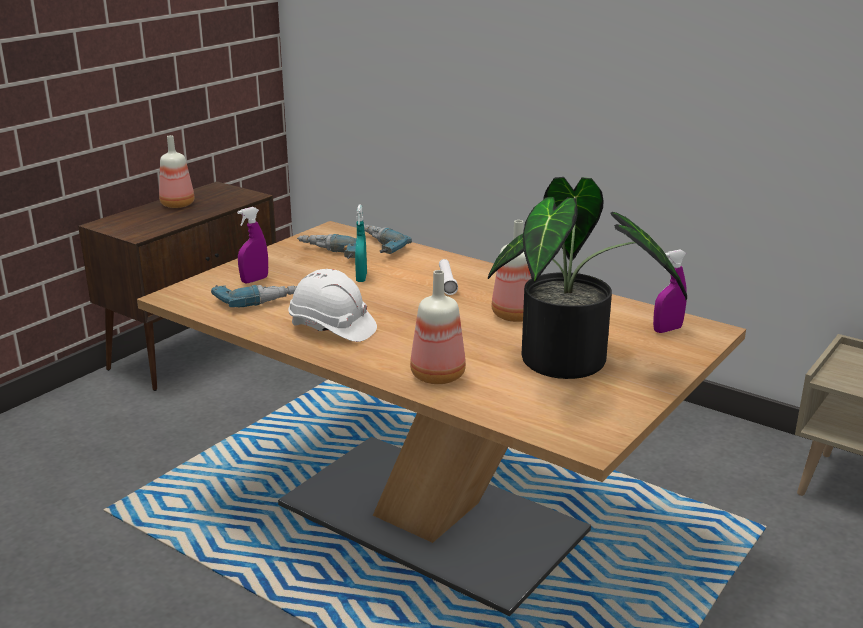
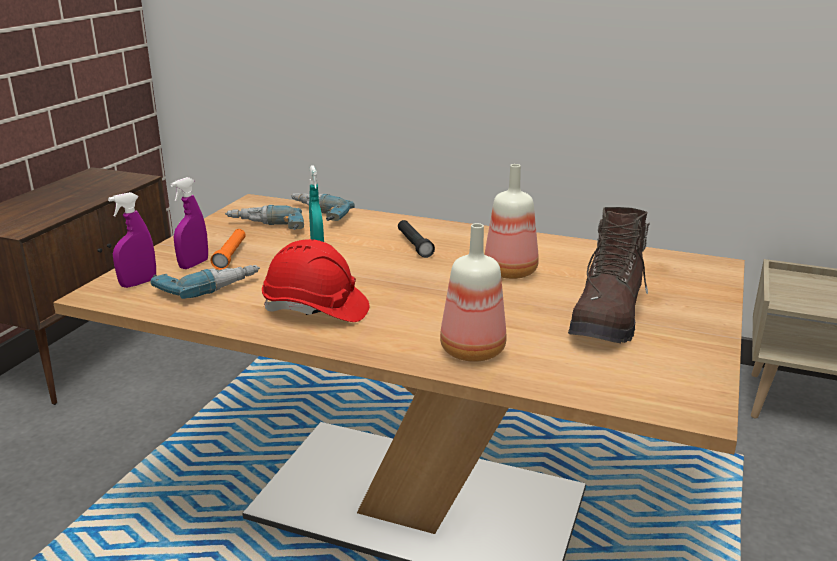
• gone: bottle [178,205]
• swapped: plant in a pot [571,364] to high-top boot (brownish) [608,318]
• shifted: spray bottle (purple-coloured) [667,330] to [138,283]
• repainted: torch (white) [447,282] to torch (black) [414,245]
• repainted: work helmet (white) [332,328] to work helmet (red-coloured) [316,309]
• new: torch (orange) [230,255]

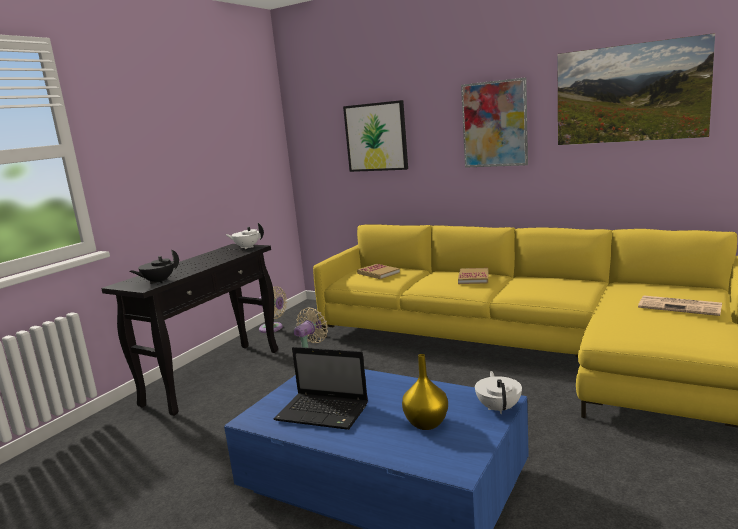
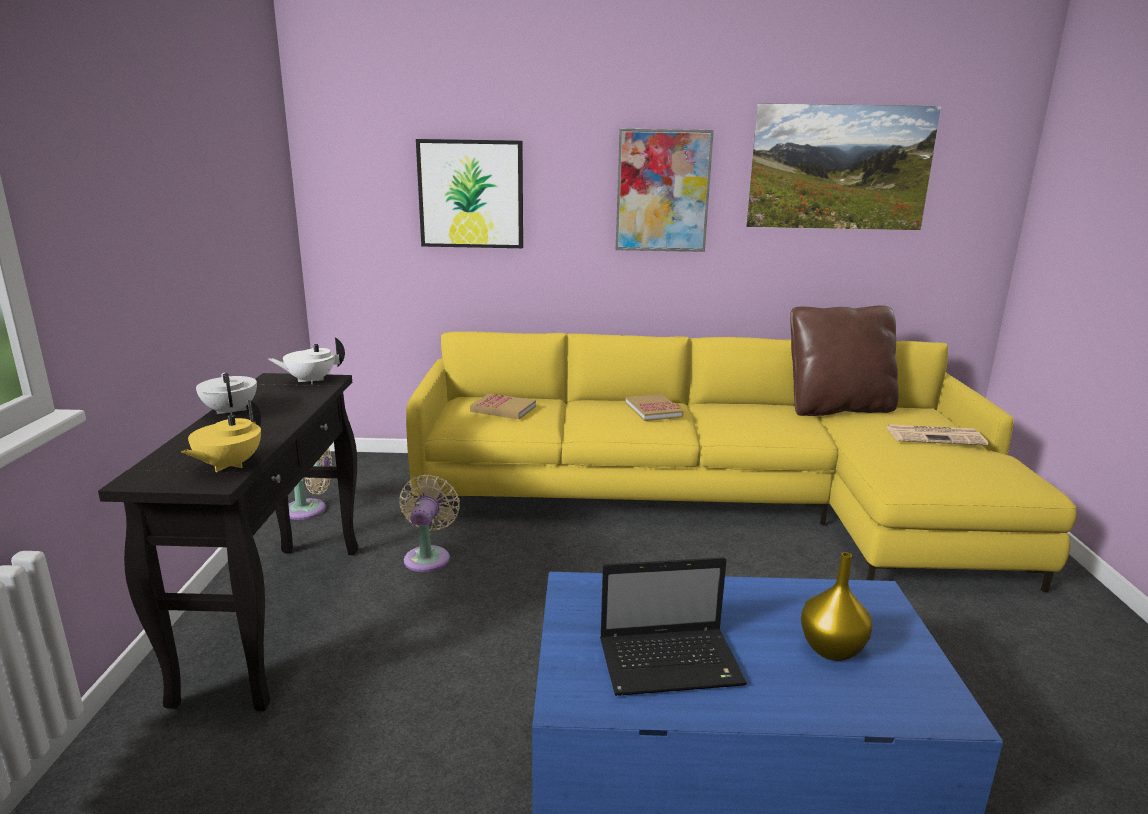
• repainted: teapot (black) [158,281] to teapot (yellowish) [228,465]
• shifted: teapot (white) [499,408] to [231,411]
• new: cushion (brownish) [837,408]

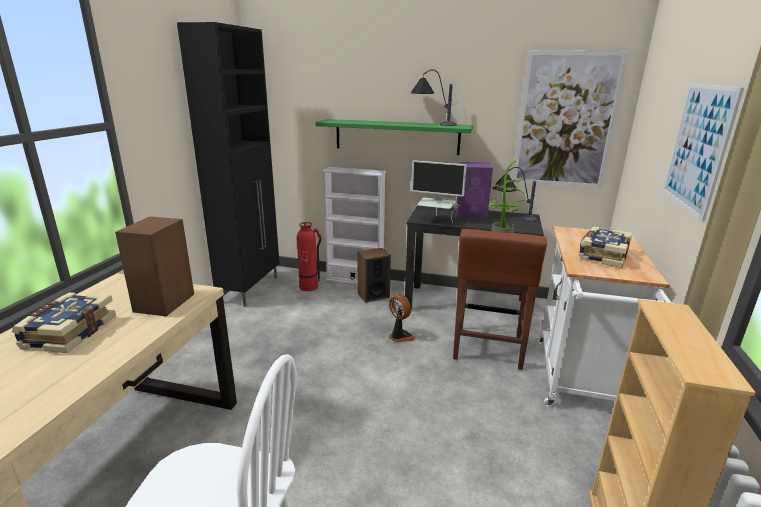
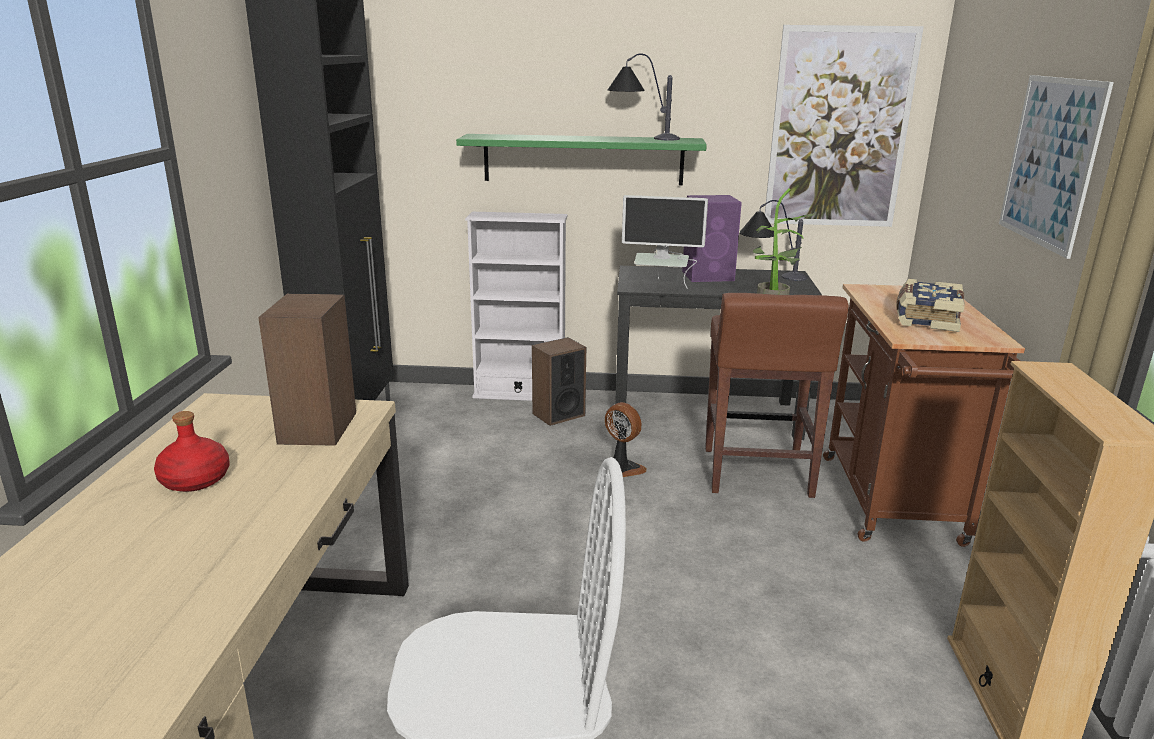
• gone: fire-fighting cylinder [309,287]
• repainted: cart (white) [578,382] to cart (brownish) [895,506]
• swapped: bound book [68,333] to bottle (red-coloured) [196,480]

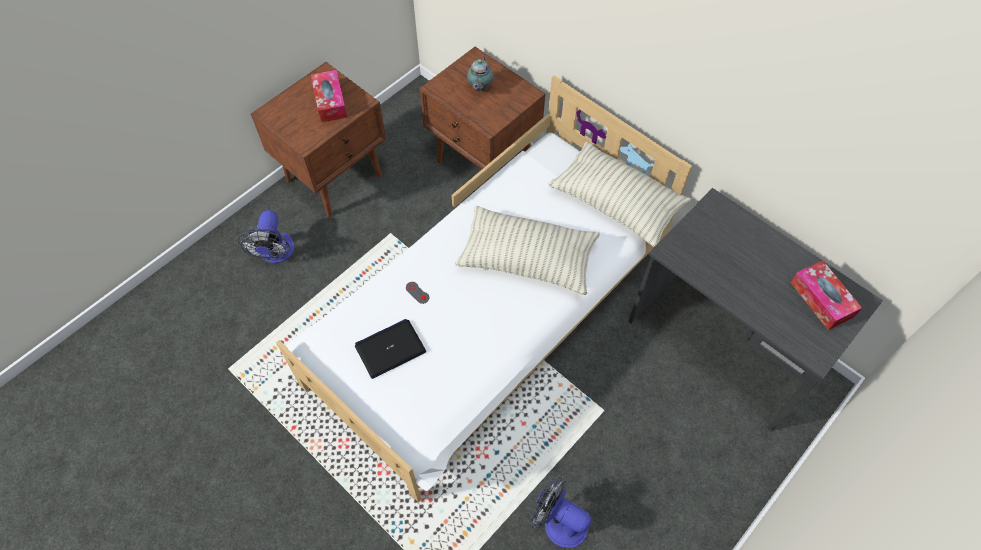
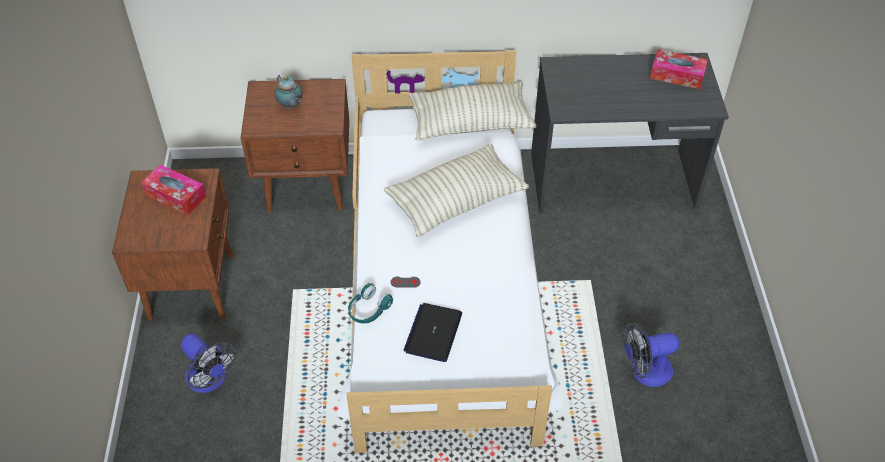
• new: headphones (turquoise) [368,310]

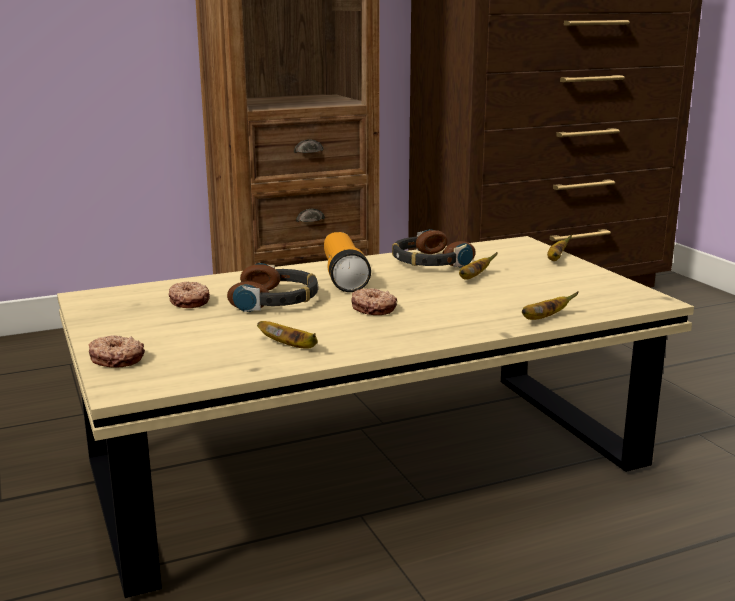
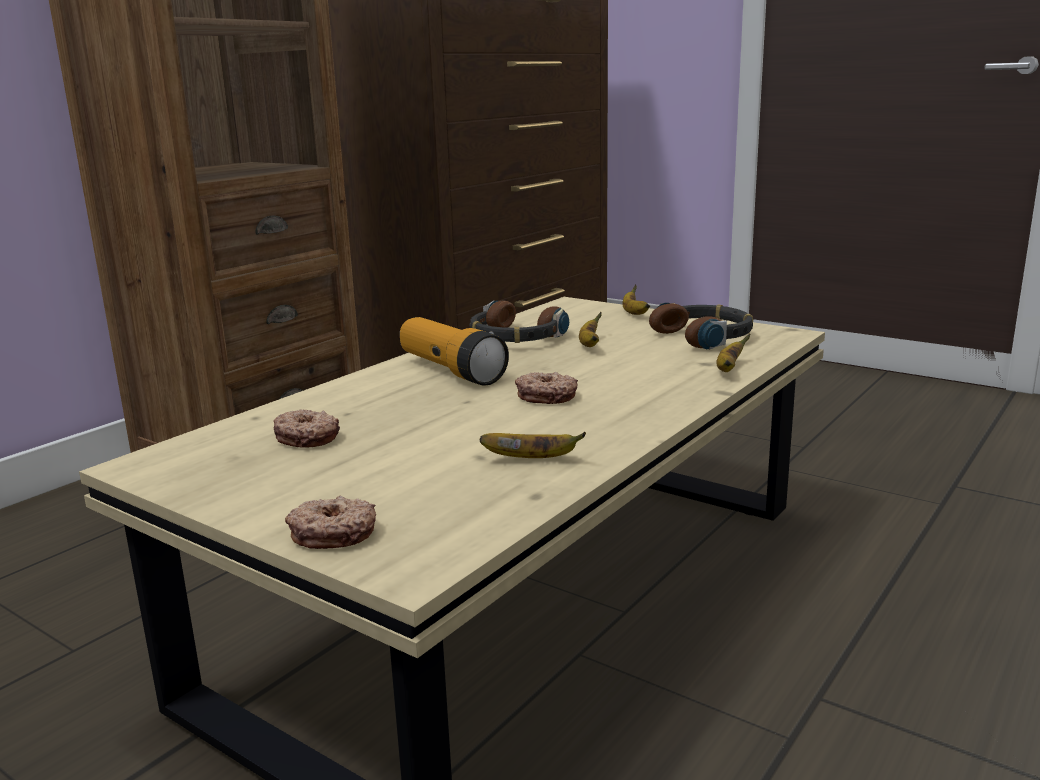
• shifted: headphones [276,300] to [704,336]

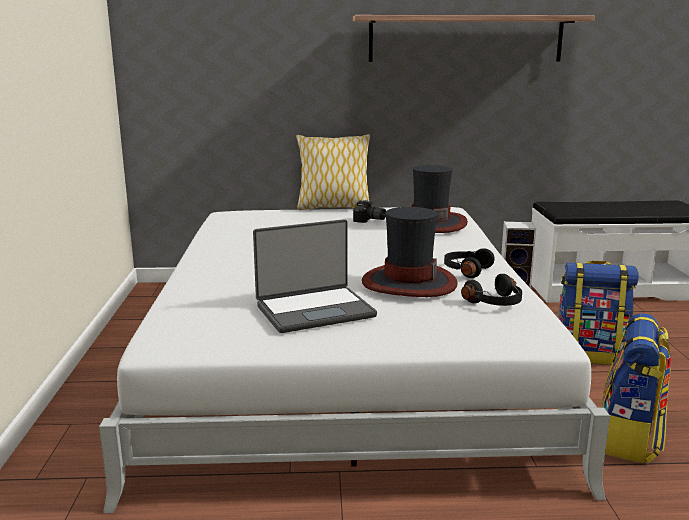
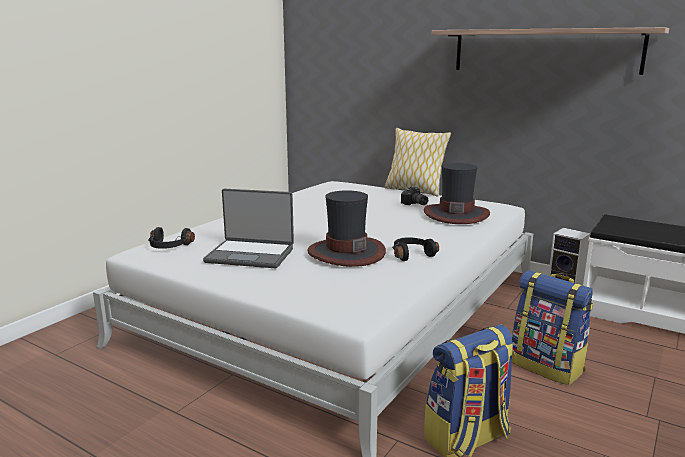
• shifted: headphones (black) [496,303] to [169,247]

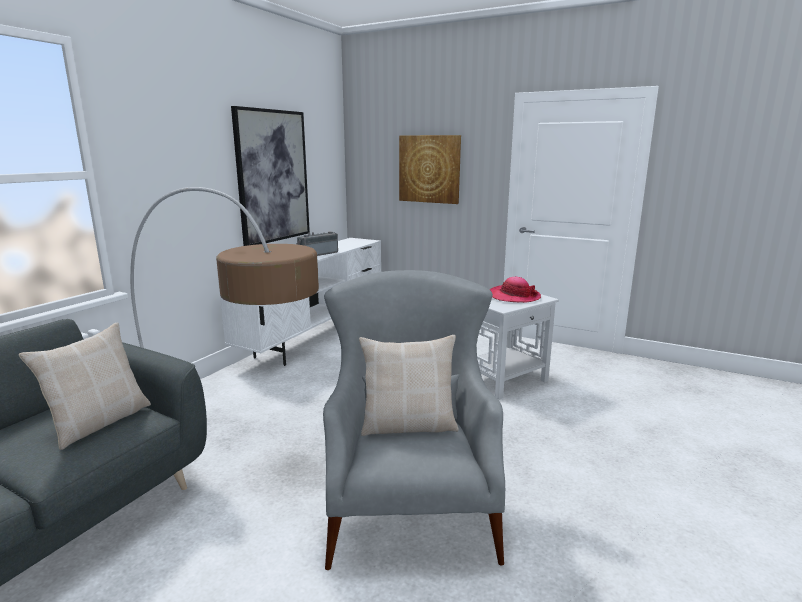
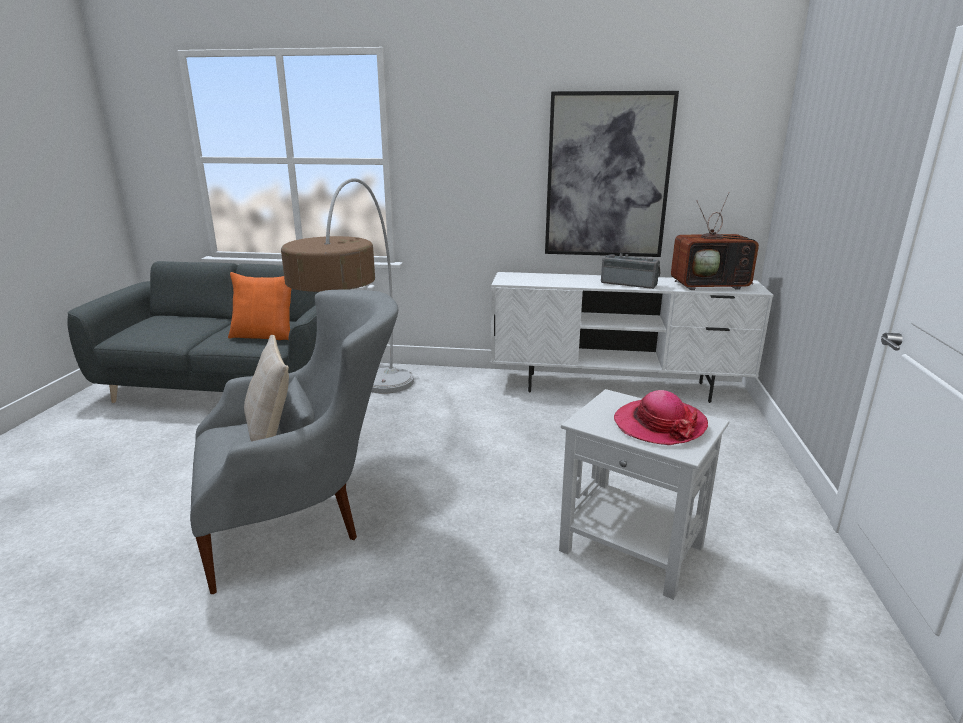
• gone: wall art [429,169]
• repainted: cushion (beige) [99,422] to cushion (orange) [265,336]
• new: TV [710,285]

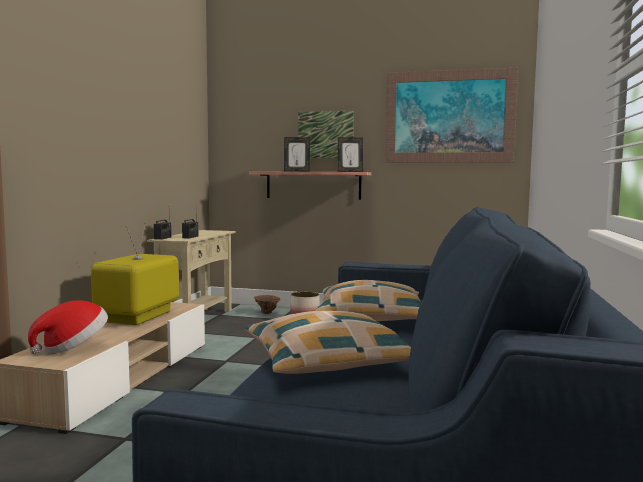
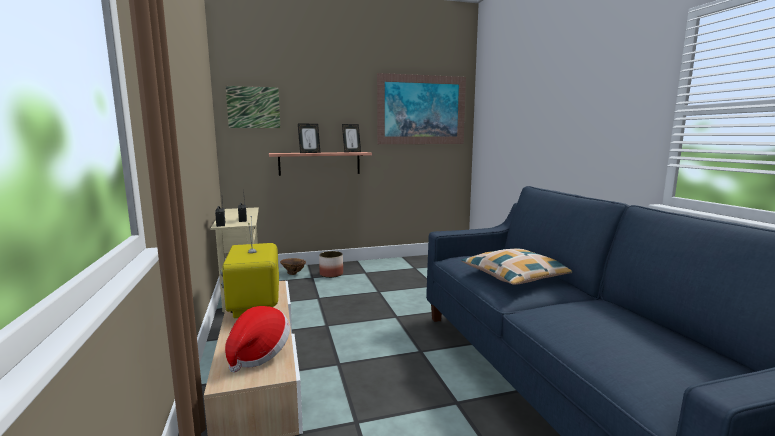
• shifted: wall art [325,134] to [253,107]
• gone: cushion [326,360]

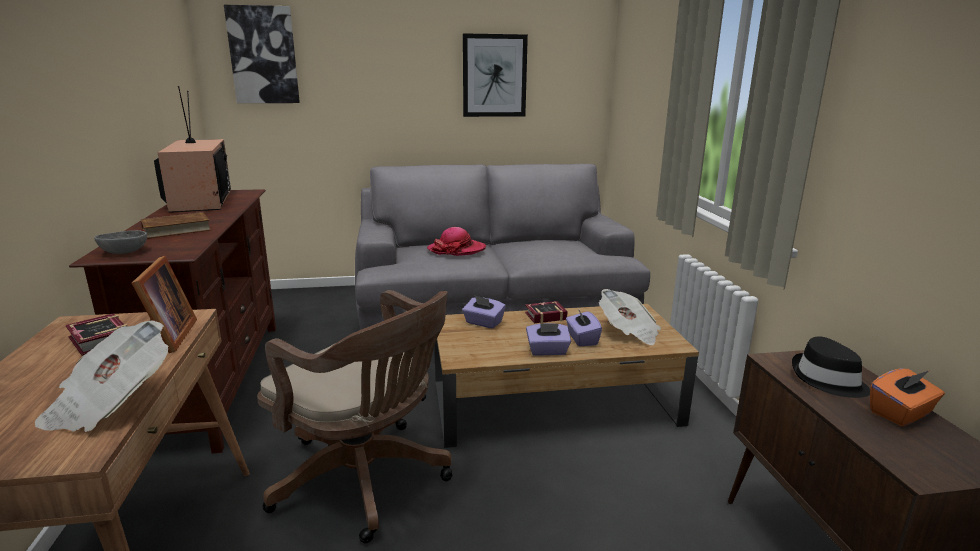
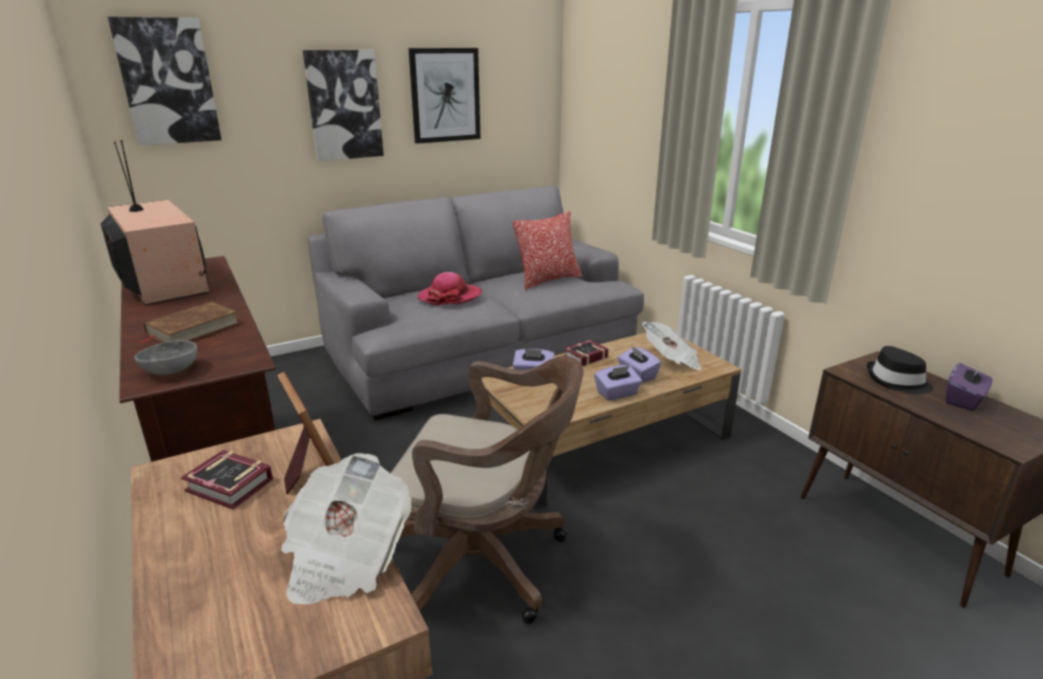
• repainted: box of tissues (orange) [901,413] to box of tissues (purple-coloured) [964,400]
• new: wall art [344,105]
• new: cushion [548,280]

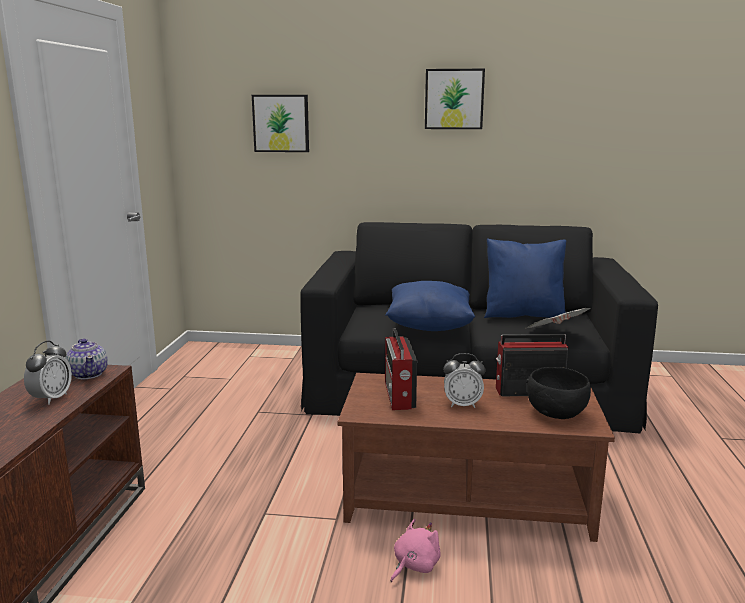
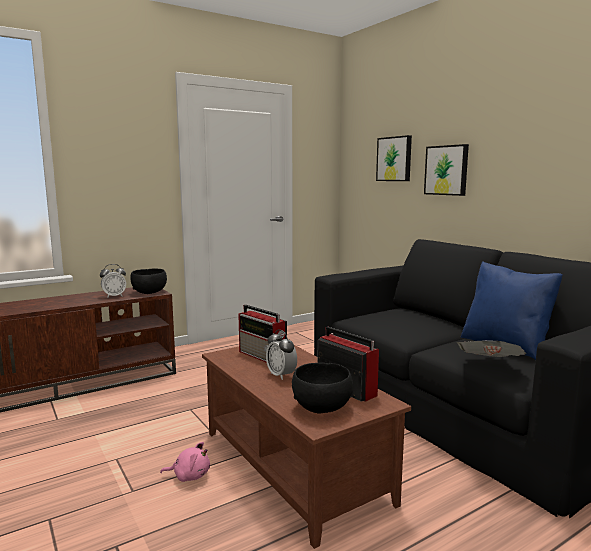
• shifted: wall art [454,99] to [446,170]
• gone: cushion (blue-coloured) [429,327]
• rotated: radio receiver [399,396] = [263,356] 90 degrees counterclockwise
• swapped: teapot [89,374] to deep dish (black) [150,292]

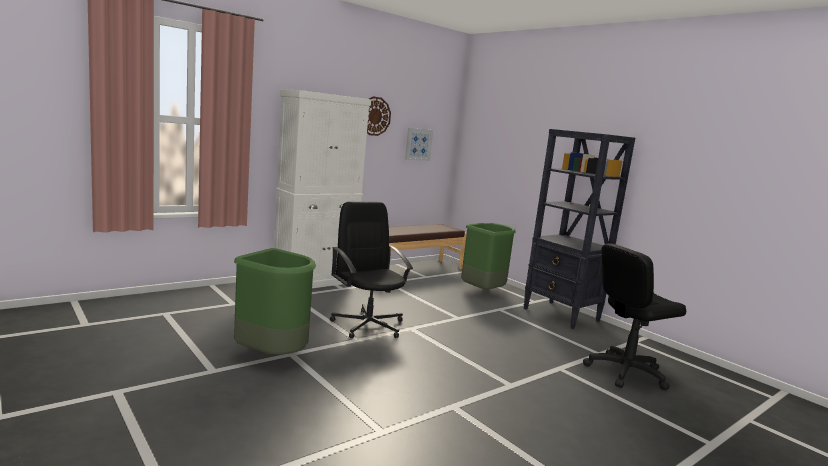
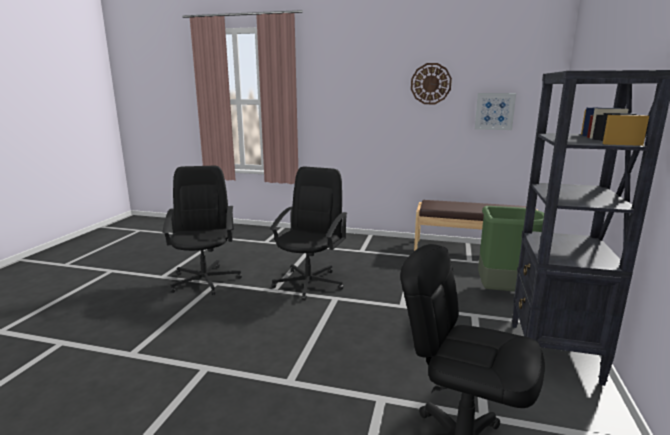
• gone: cupboard (white) [314,281]
• swapped: trash can (greenish) [273,355] to computer chair (black) [205,280]

